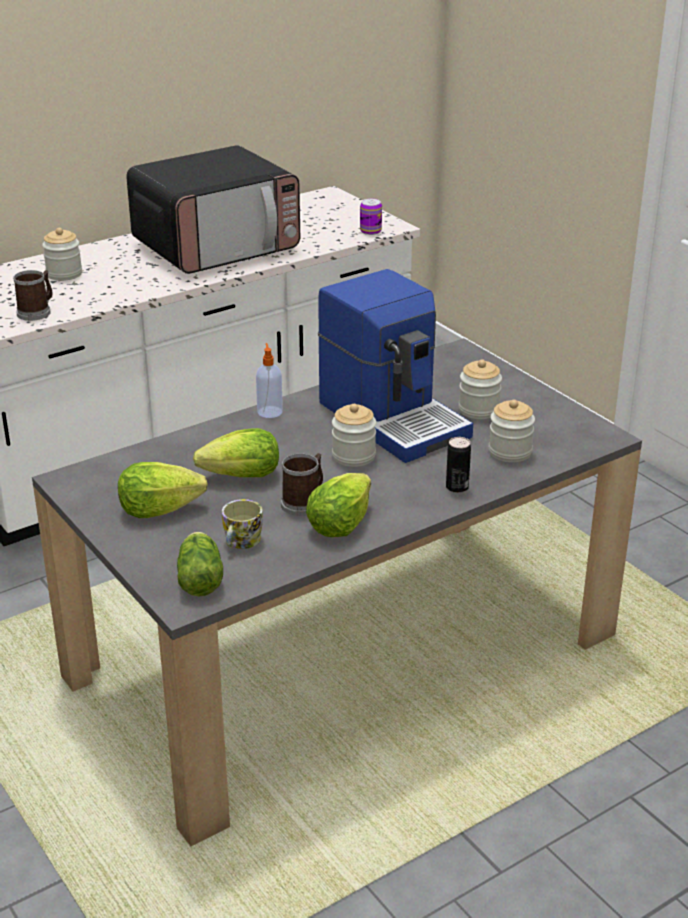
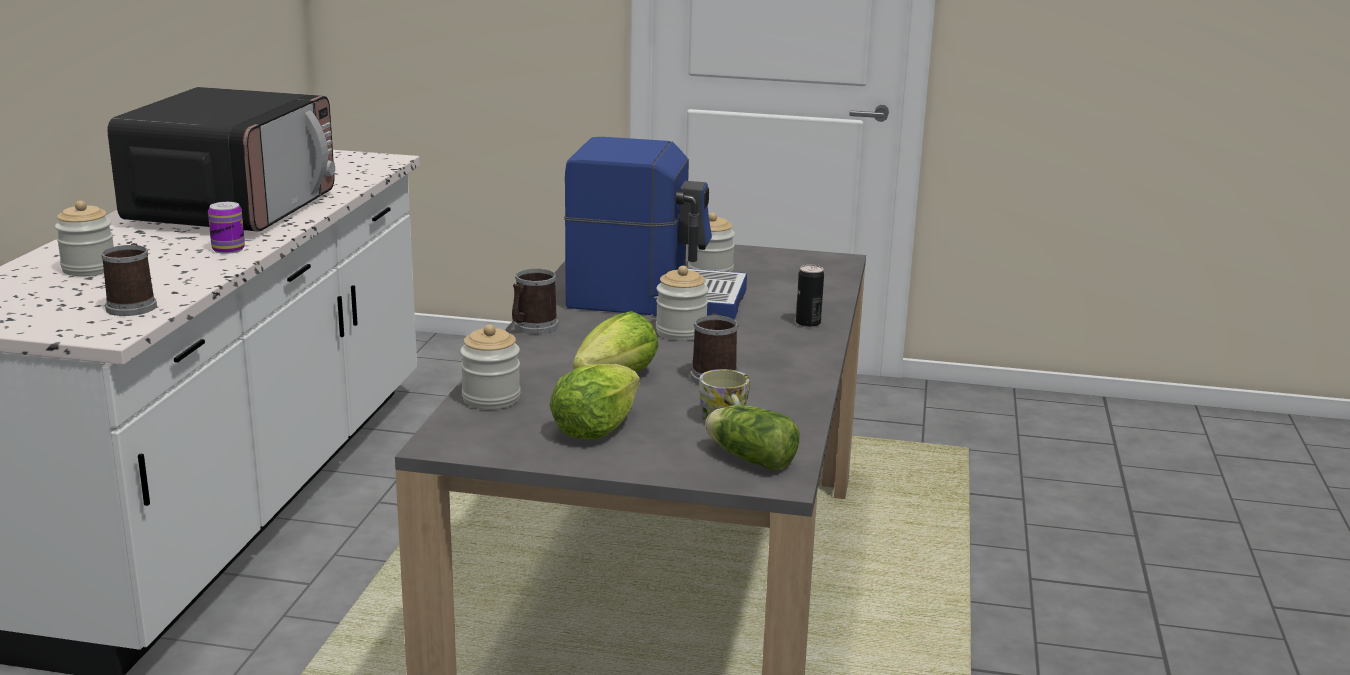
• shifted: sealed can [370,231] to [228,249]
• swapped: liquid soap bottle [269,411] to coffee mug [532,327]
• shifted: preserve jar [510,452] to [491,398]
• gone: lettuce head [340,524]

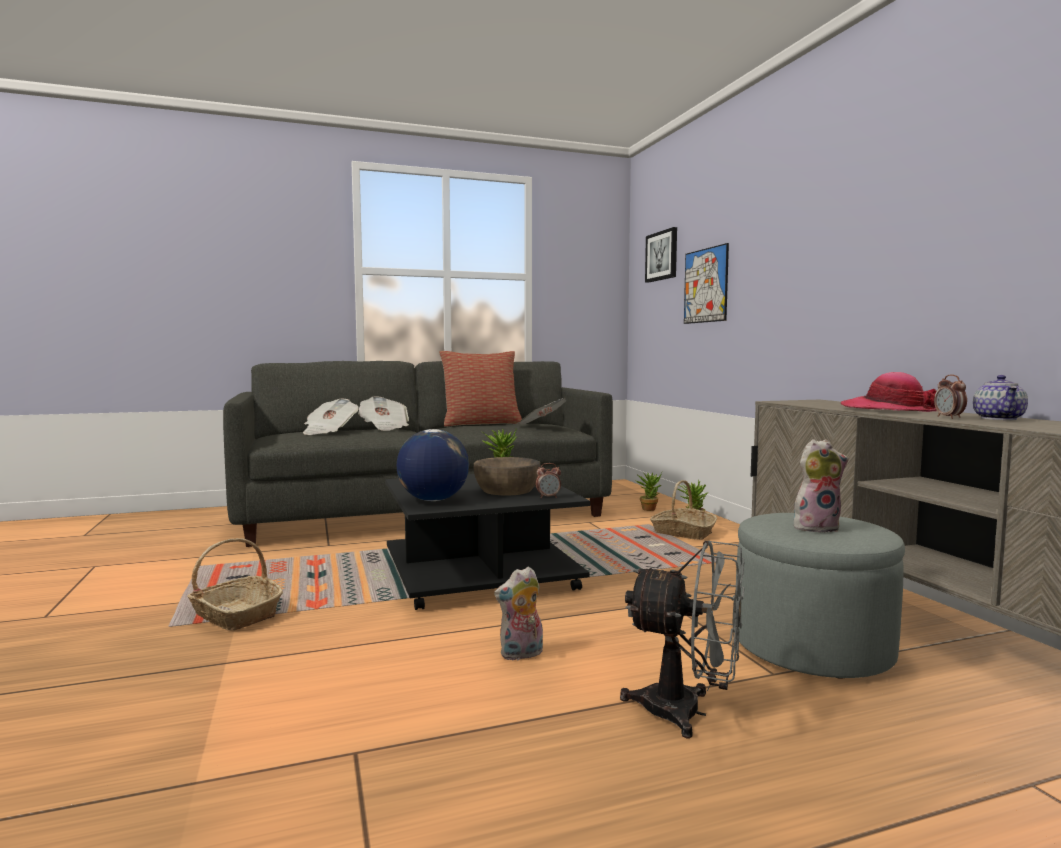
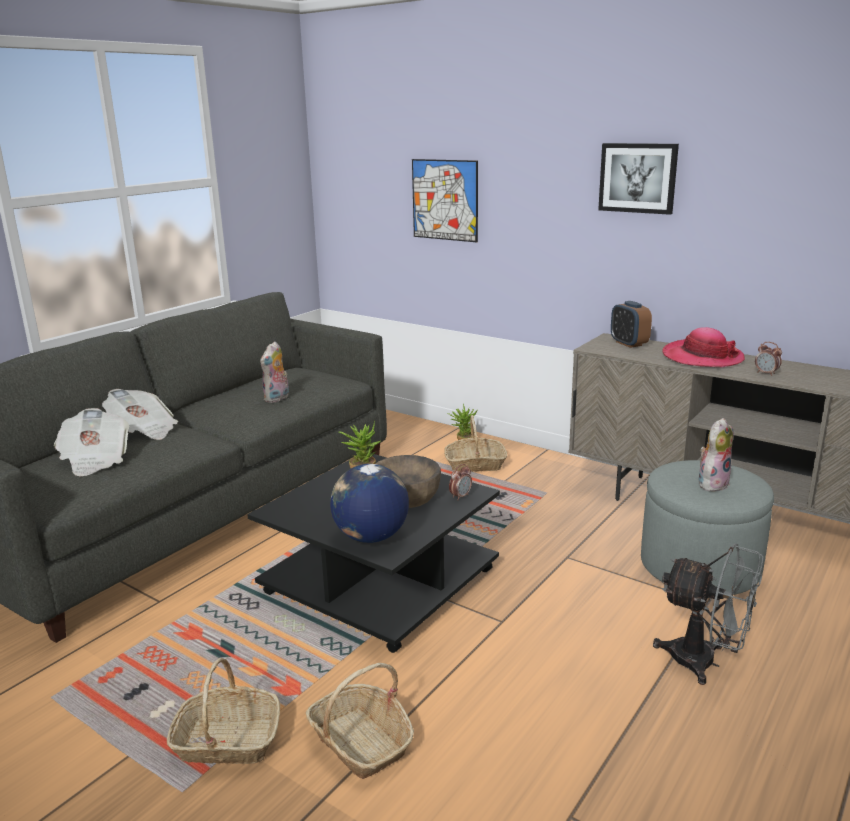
• shifted: wall art [662,256] to [638,178]
• gone: cushion [481,424]
• gone: teapot [999,418]
• gone: newspaper [541,426]
• gone: plant in a pot [649,508]
• rotated: fan (grey) [687,712] = [705,662] 45 degrees clockwise
• shifted: soft toy [521,654] to [277,398]
• new: bedside clock [629,344]
• new: basket [361,742]

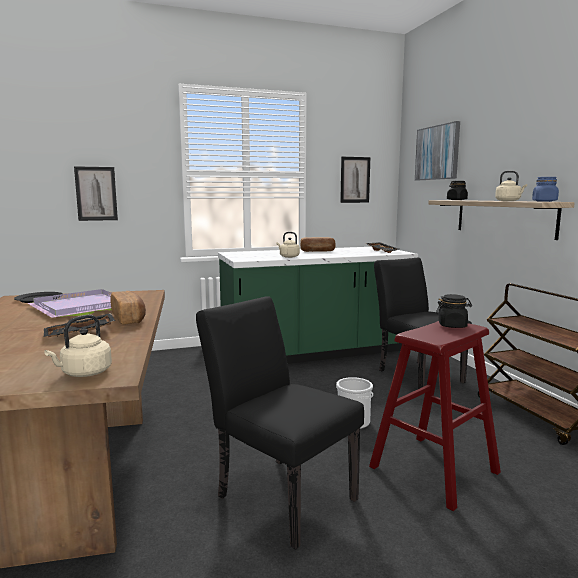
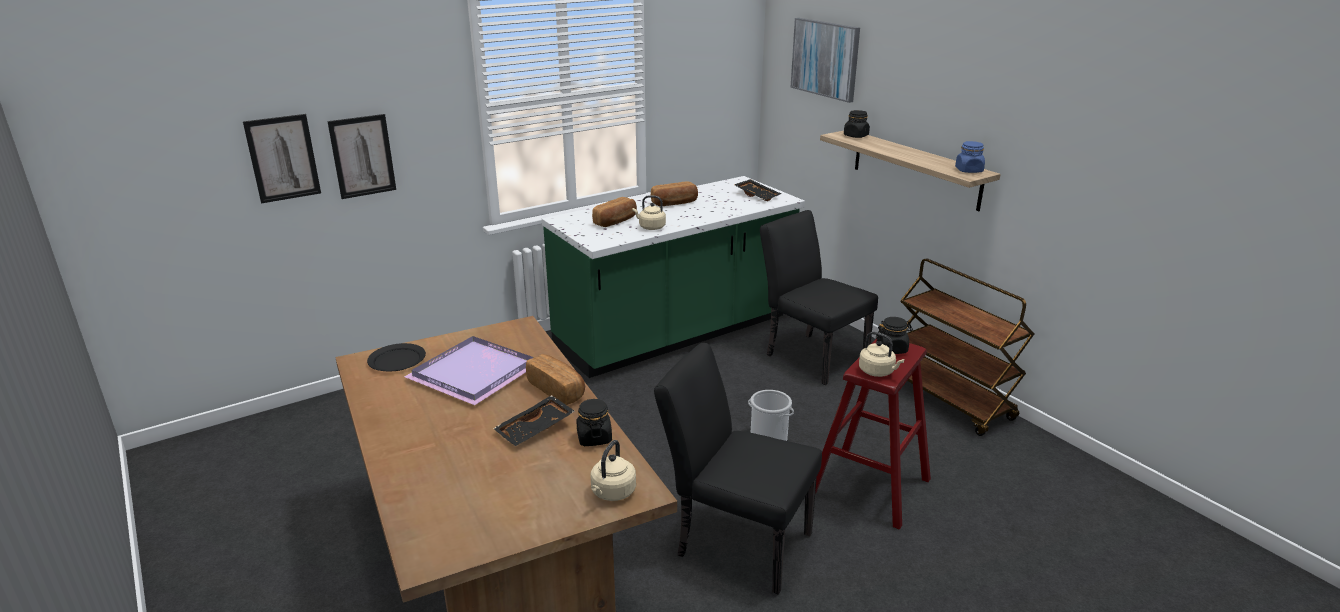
• shifted: wall art [355,180] to [283,158]
• shifted: tea kettle (beige) [509,201] to [878,372]
• new: bread [616,221]
• new: preserve jar (black) [594,438]

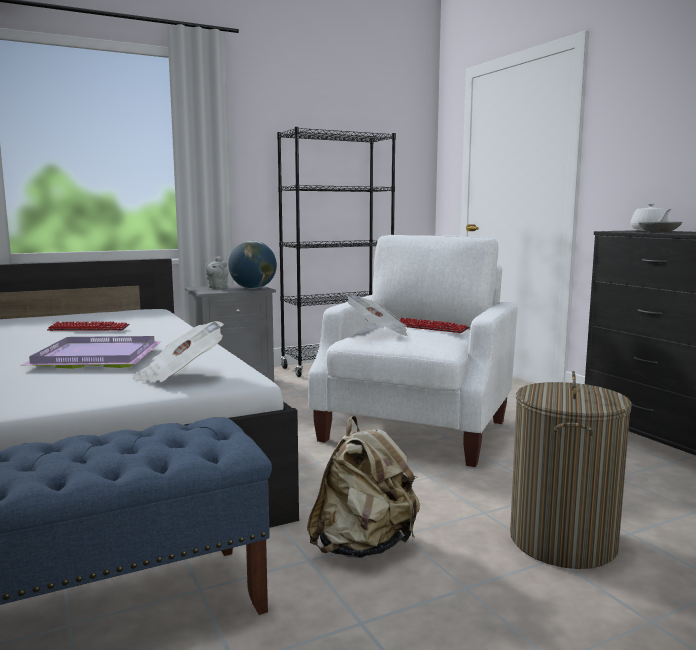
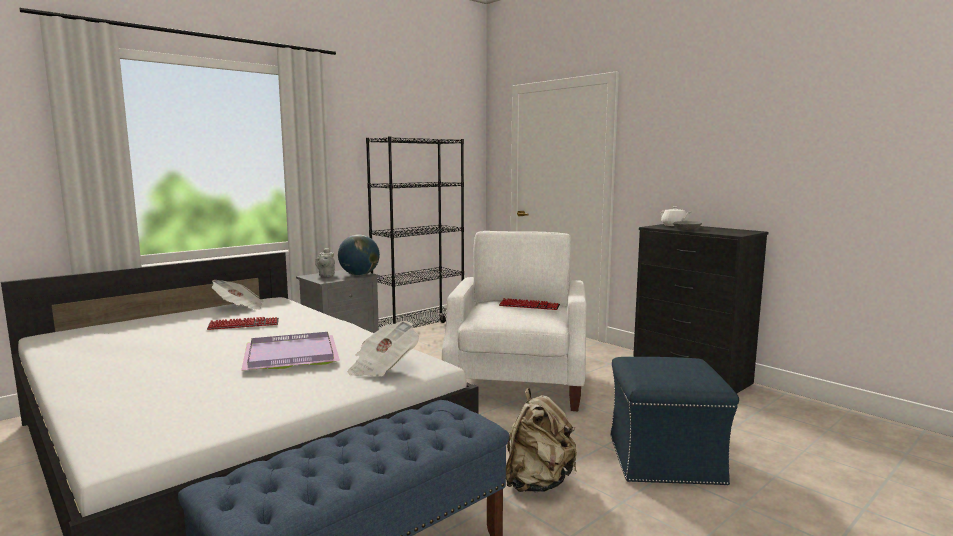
• shifted: newspaper [378,332] to [239,307]
• swapped: washing basket [563,541] to footrest (blue-coloured) [665,460]

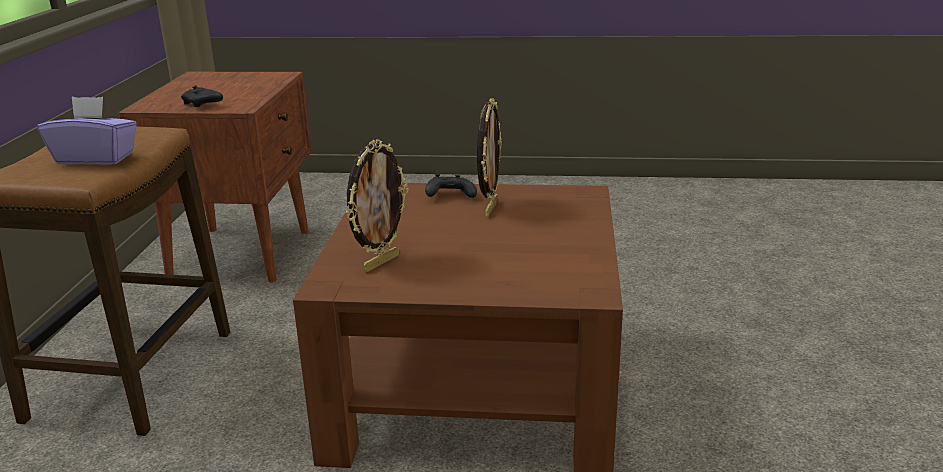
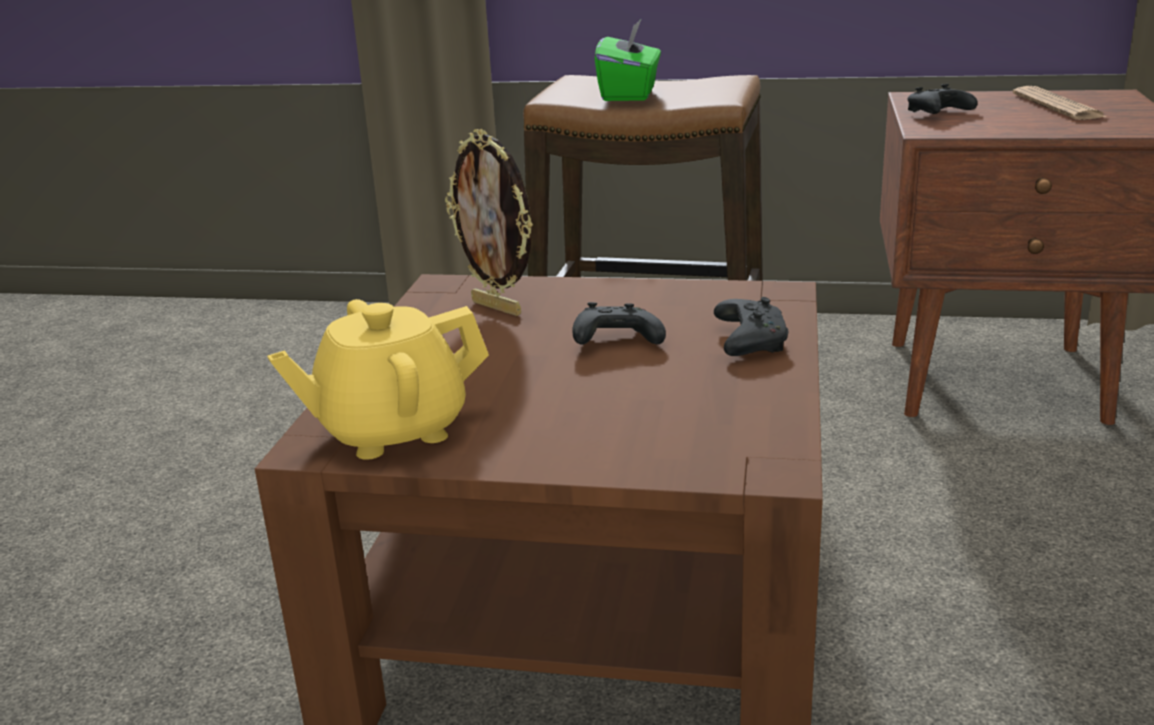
• repainted: box of tissues (purple-coloured) [96,158] to box of tissues (greenish) [630,94]
• gone: photo frame [490,209]
• new: newspaper [1057,106]
• new: teapot (yellowish) [391,430]
• new: game controller (black) [615,341]

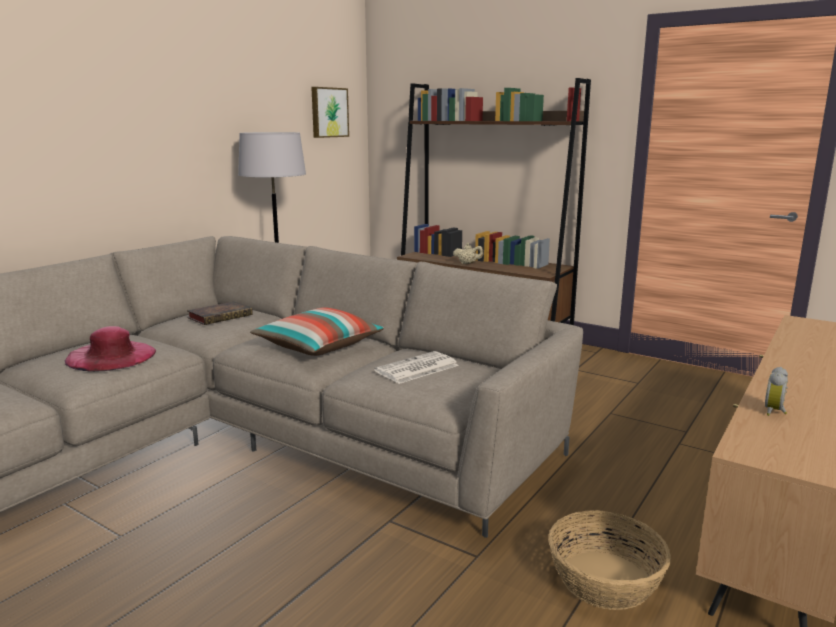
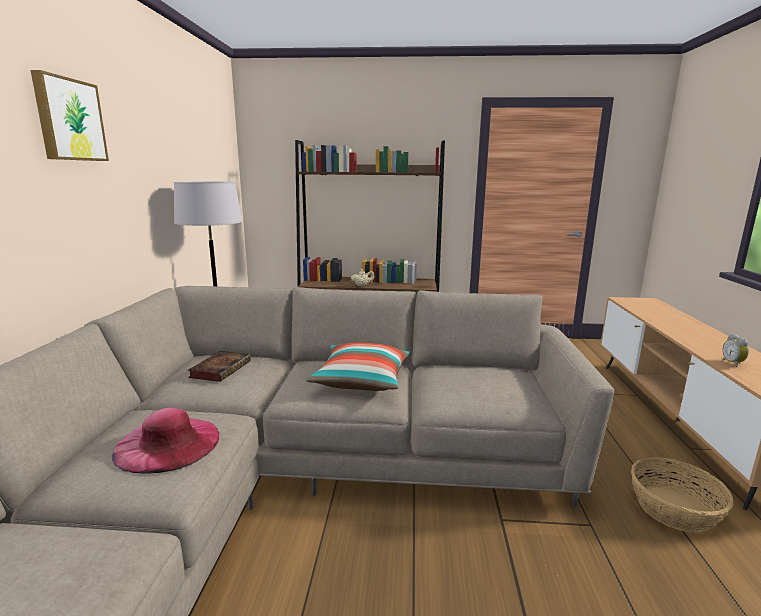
• shifted: wall art [328,112] to [69,120]
• gone: newspaper [416,369]

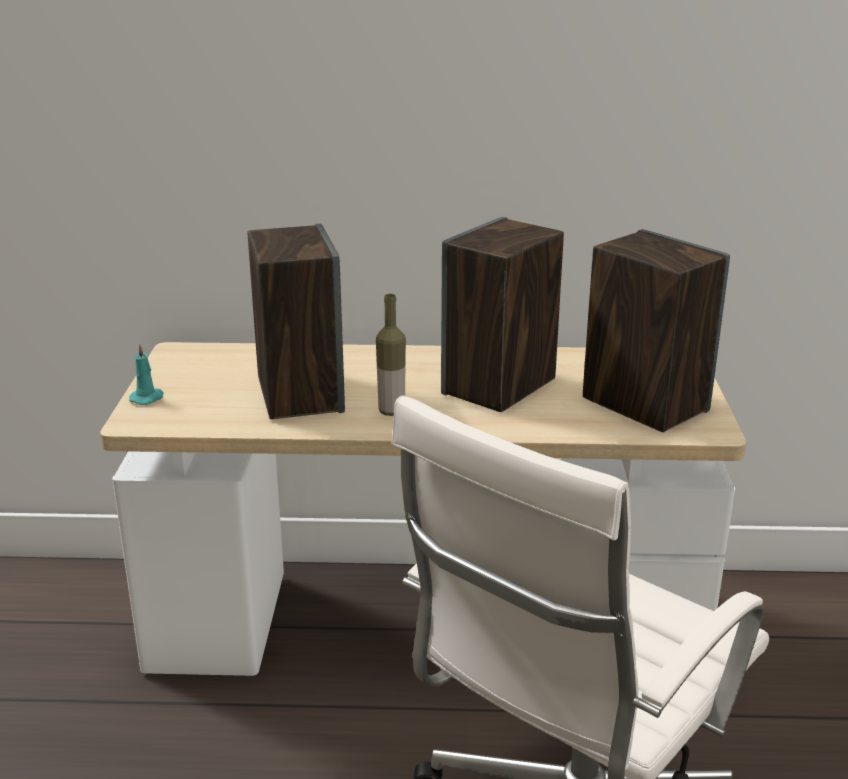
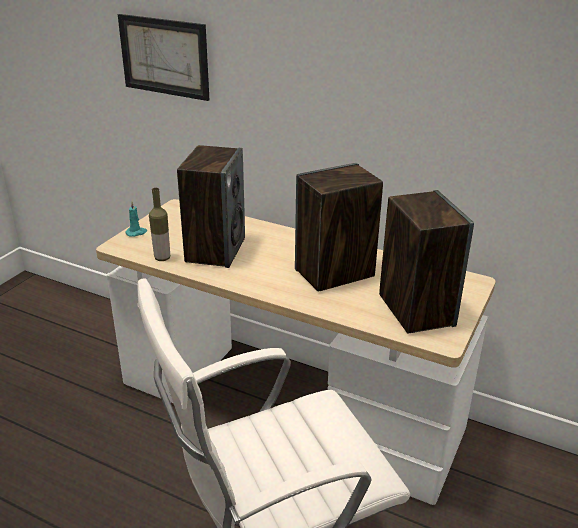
• shifted: bottle [391,411] to [162,258]
• new: wall art [164,56]

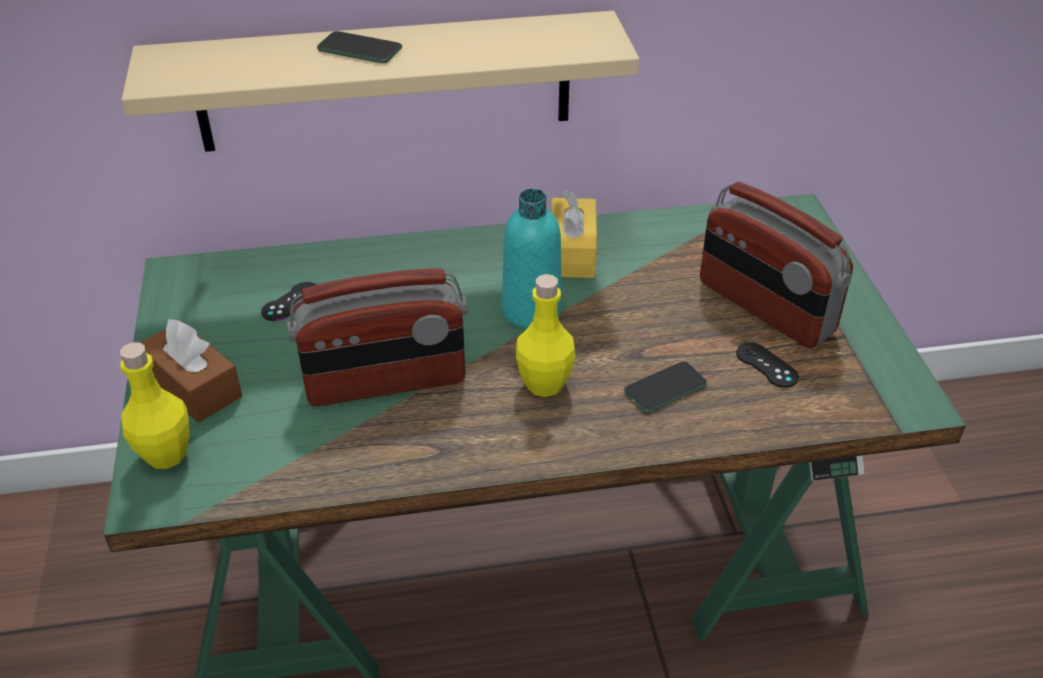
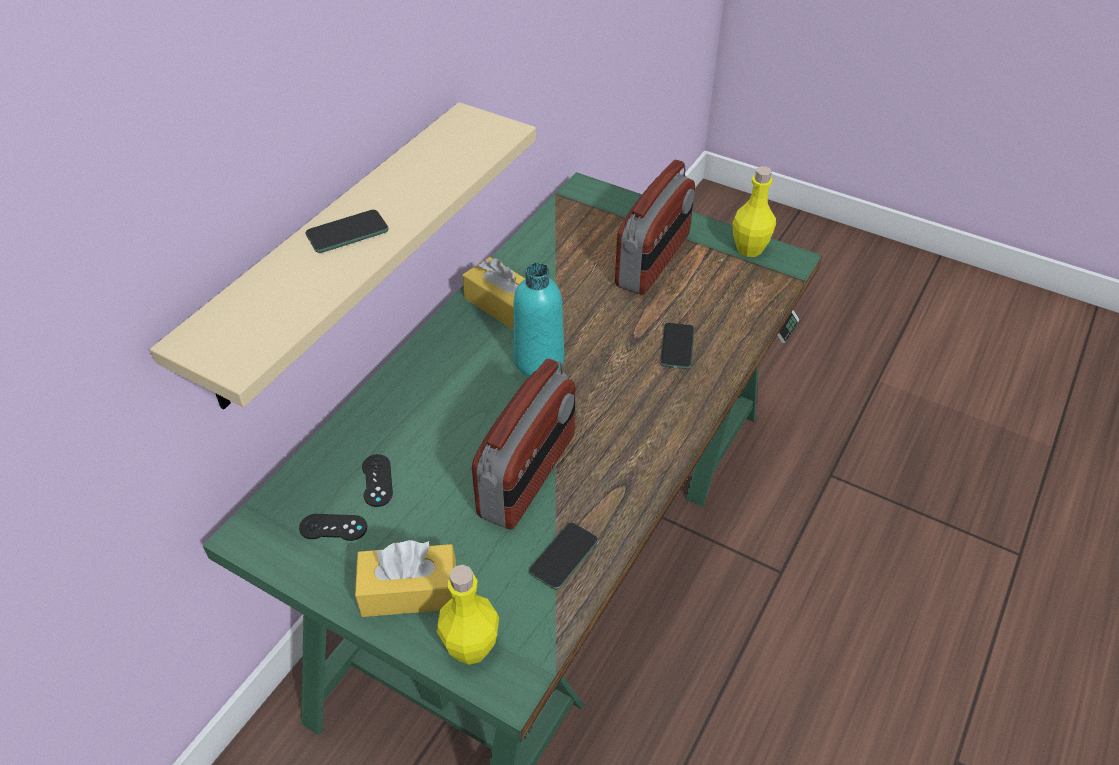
• rotated: radio receiver [764,308] = [653,261] 60 degrees counterclockwise
• shifted: bottle (yellowish) [544,384] to [749,249]
• repainted: box of tissues (brownish) [193,386] to box of tissues (yellowish) [409,591]
• shifted: game controller (black) [766,365] to [333,527]
• new: telephone [563,556]

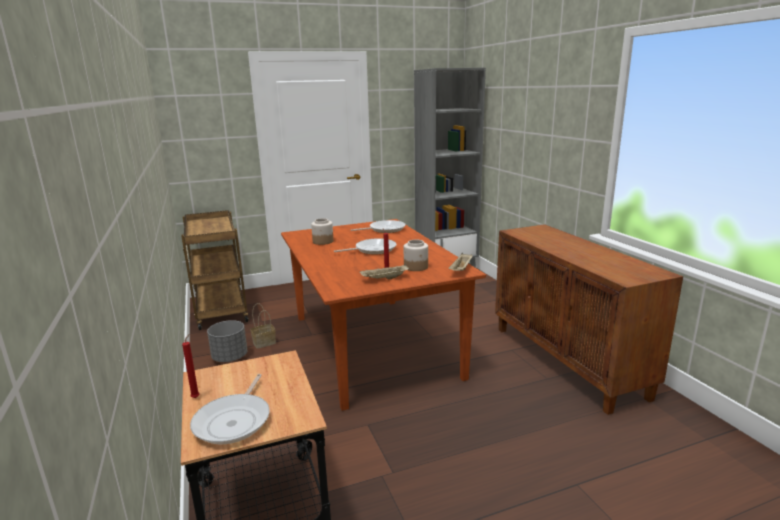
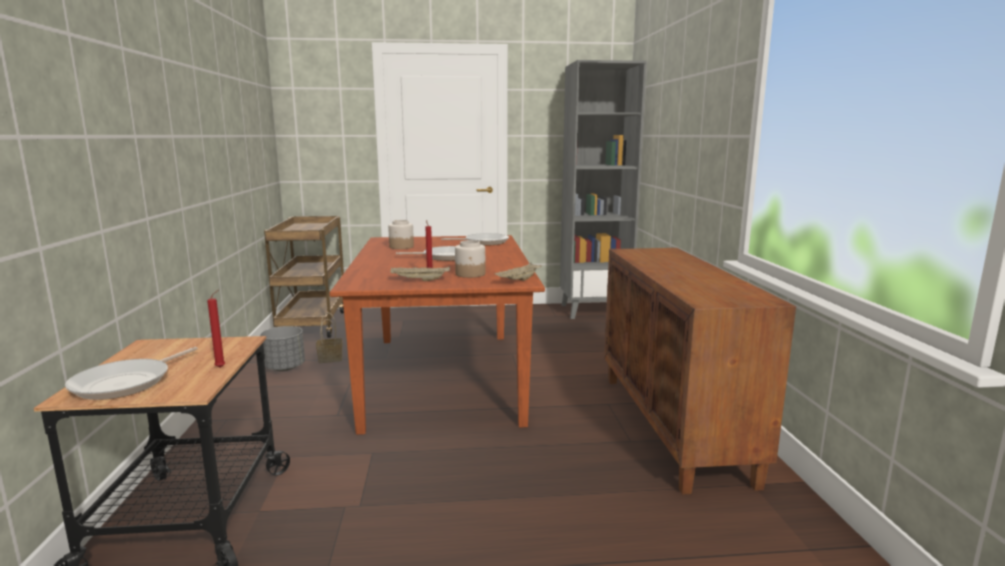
• shifted: candle (red-coloured) [196,397] to [222,367]

